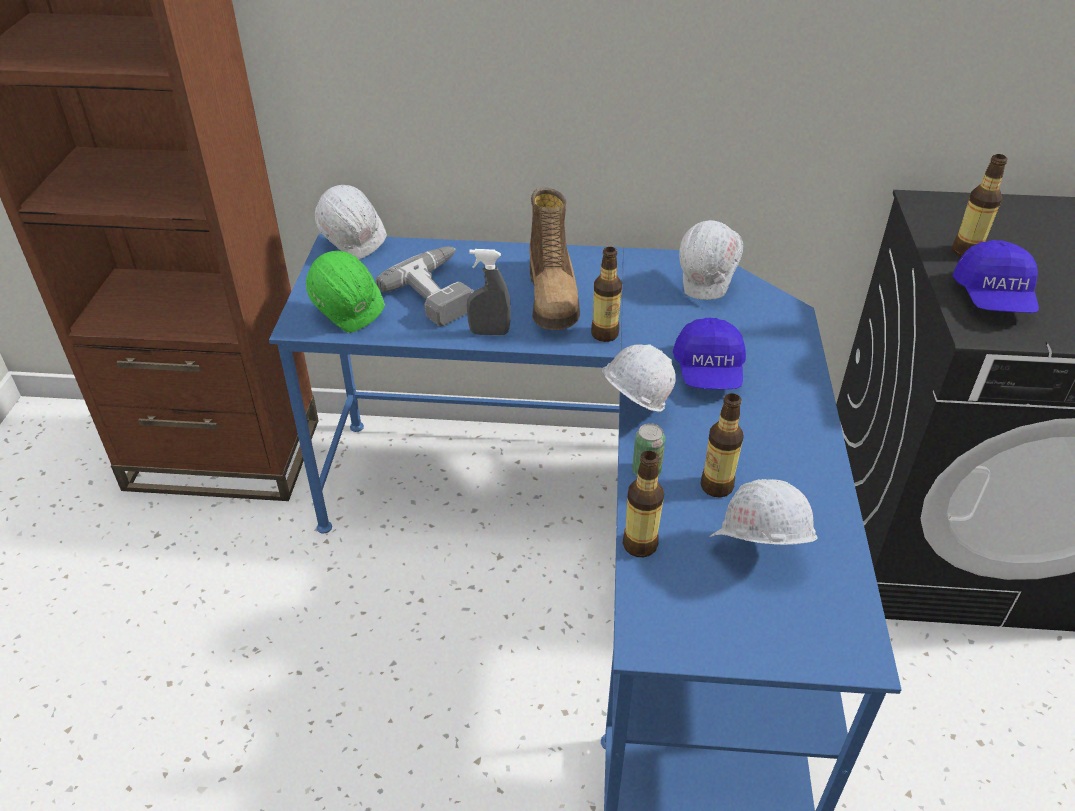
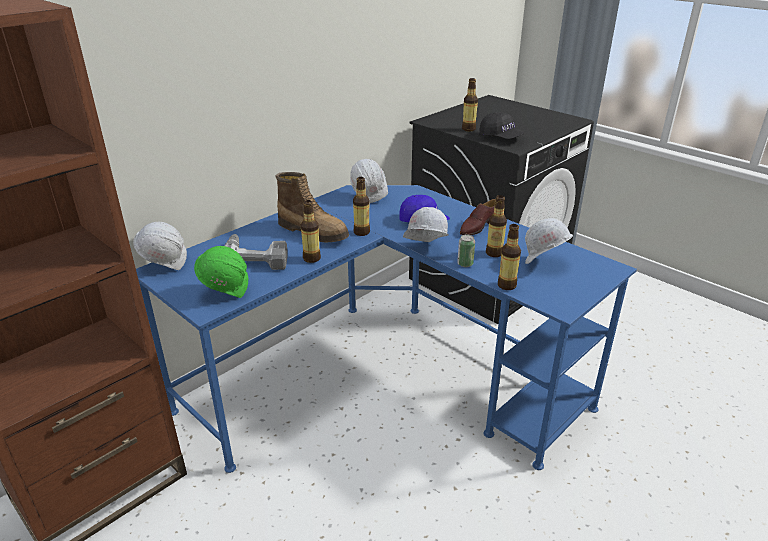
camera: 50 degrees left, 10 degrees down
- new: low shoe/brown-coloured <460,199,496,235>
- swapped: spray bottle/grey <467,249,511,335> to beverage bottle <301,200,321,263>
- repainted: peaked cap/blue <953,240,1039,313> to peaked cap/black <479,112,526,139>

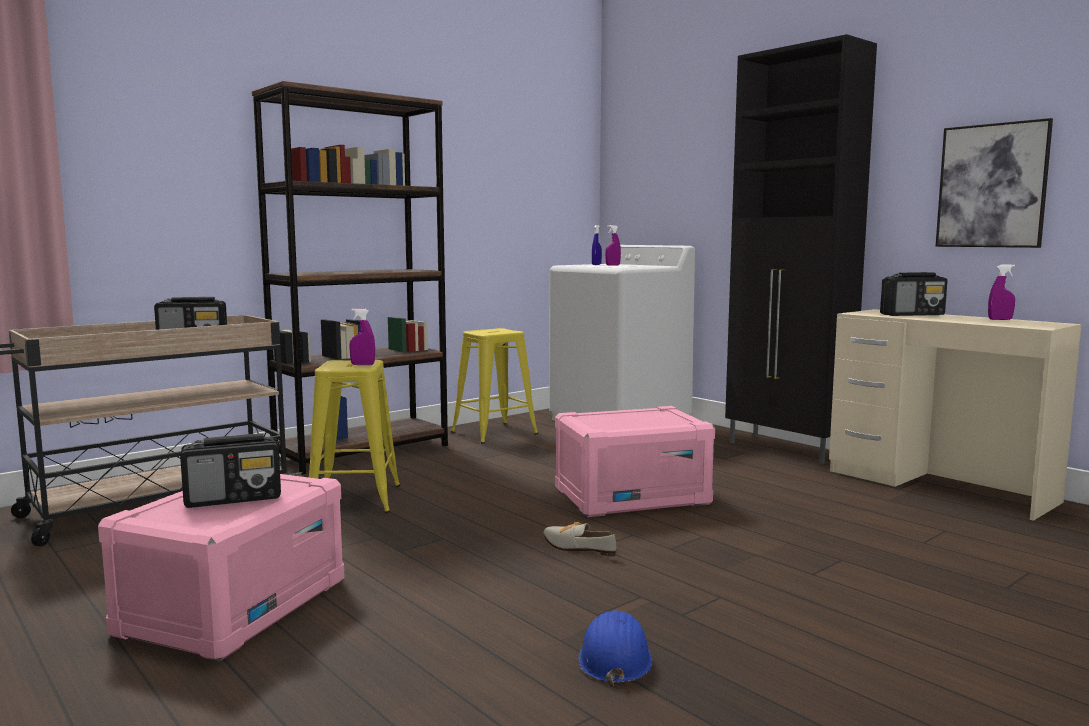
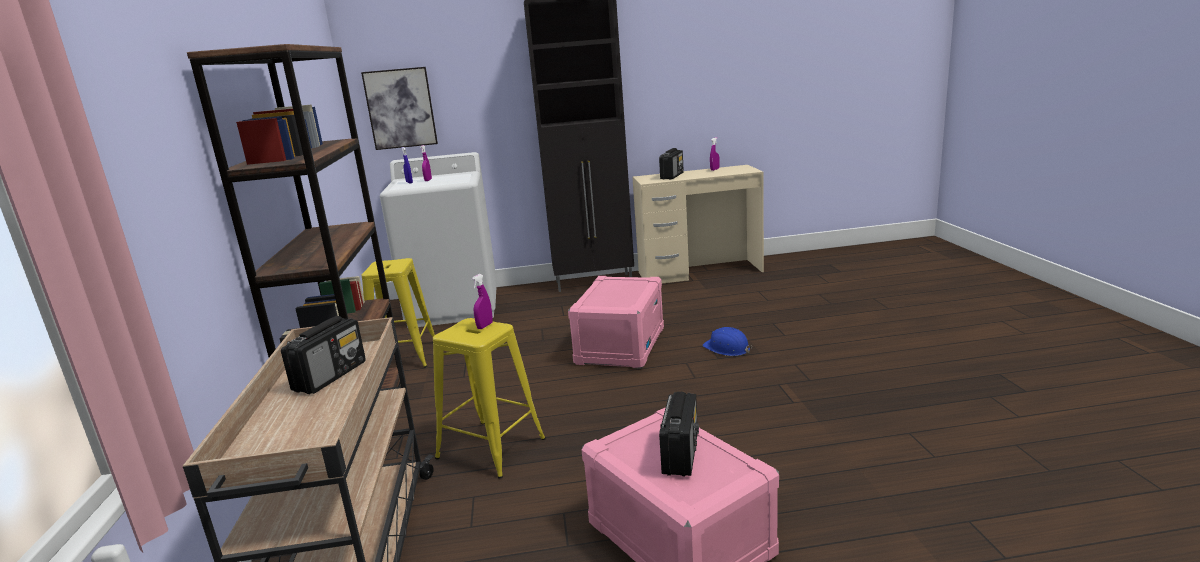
camera: 55 degrees left, 10 degrees up
- gone: low shoe <543,522,616,557>
- shifted: hard hat/blue <578,610,652,687> to <702,327,752,356>
- shifted: wall art <935,118,1053,248> to <361,67,438,150>

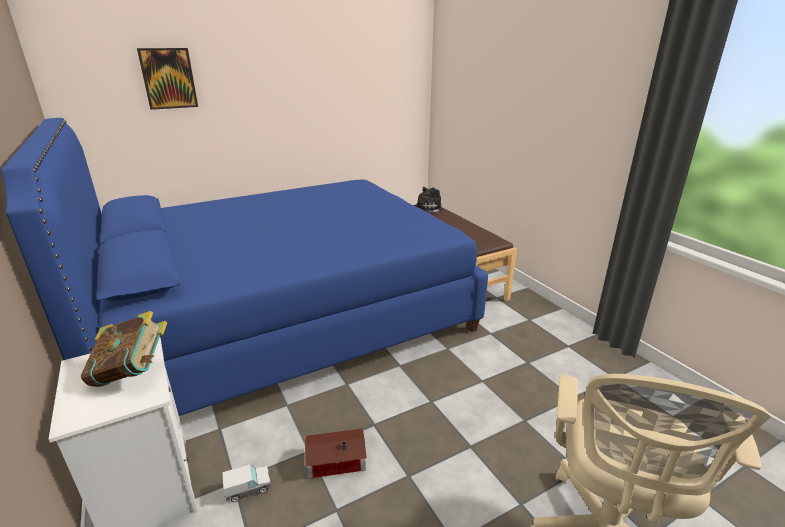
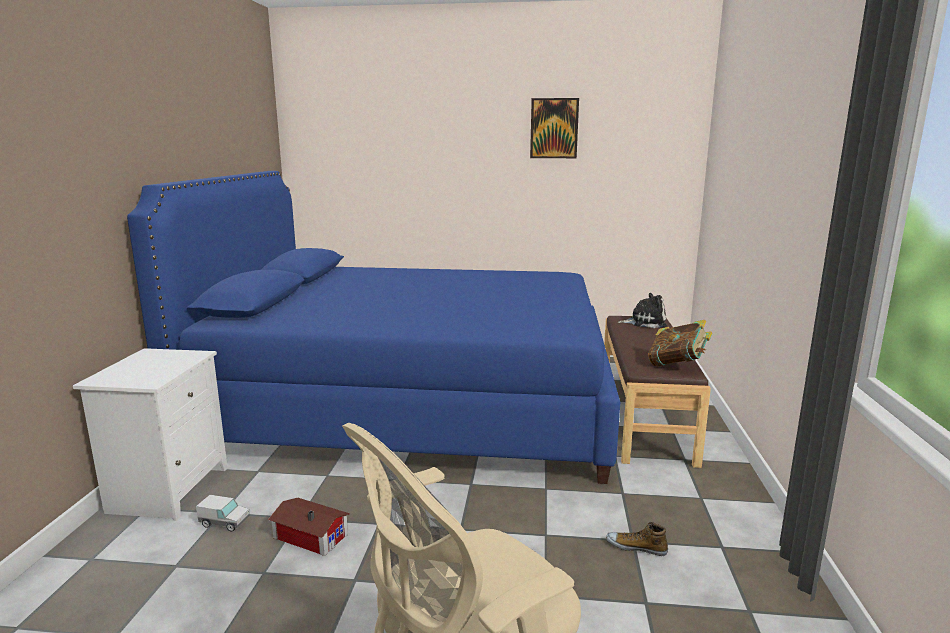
camera: 35 degrees right, 10 degrees down
- new: low shoe <606,522,668,556>
- shifted: book <81,311,167,387> to <648,320,712,366>
- shifted: wall art <137,48,198,110> to <530,98,579,158>

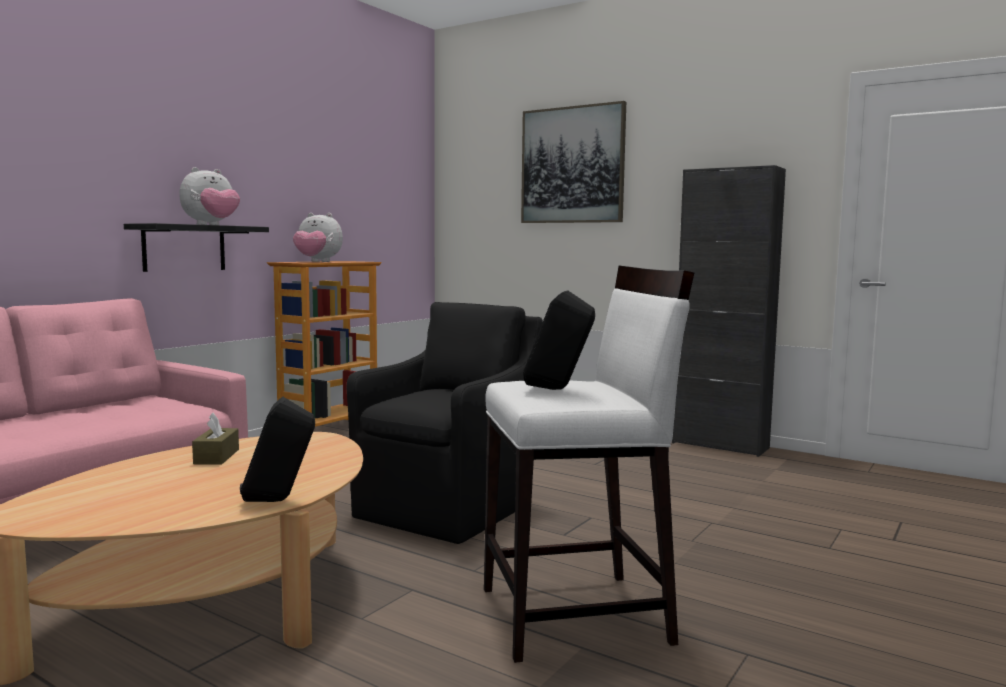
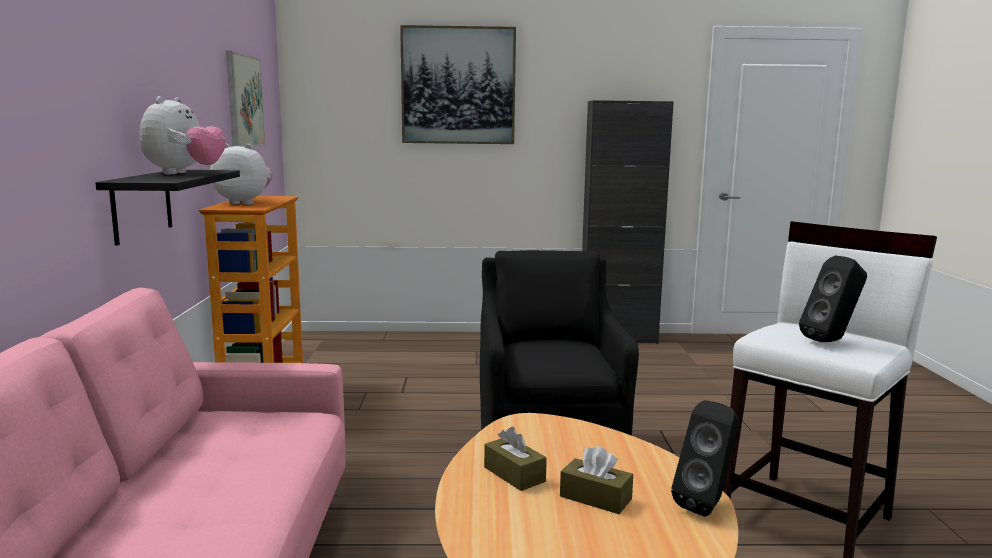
camera: 35 degrees left, 5 degrees up
- new: wall art <226,51,266,147>
- new: tissue holder/brown-coloured <560,446,633,514>
- rotated: soft toy <293,213,343,262> = <210,143,272,205> 150 degrees counterclockwise

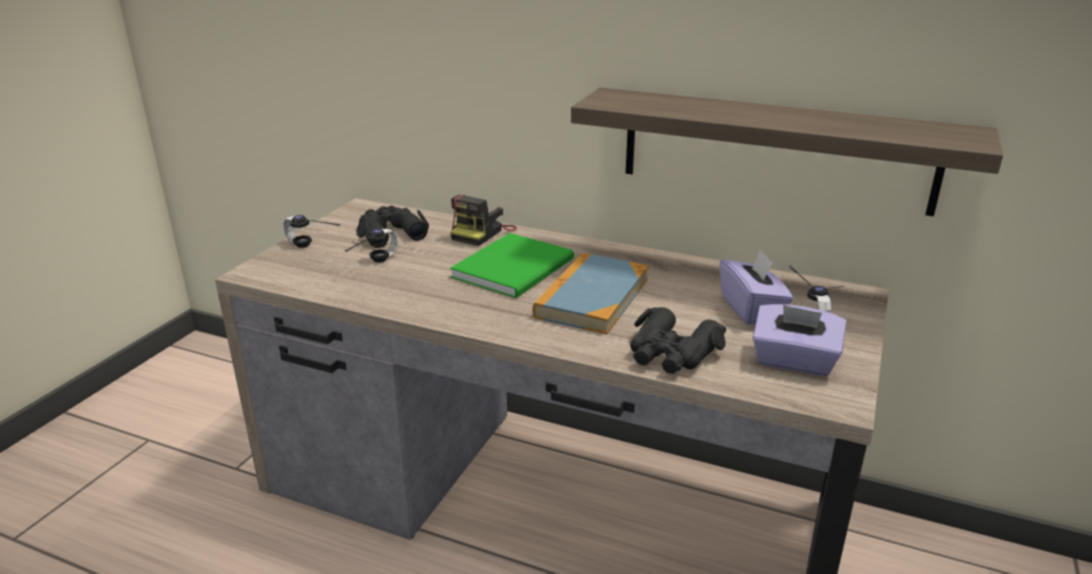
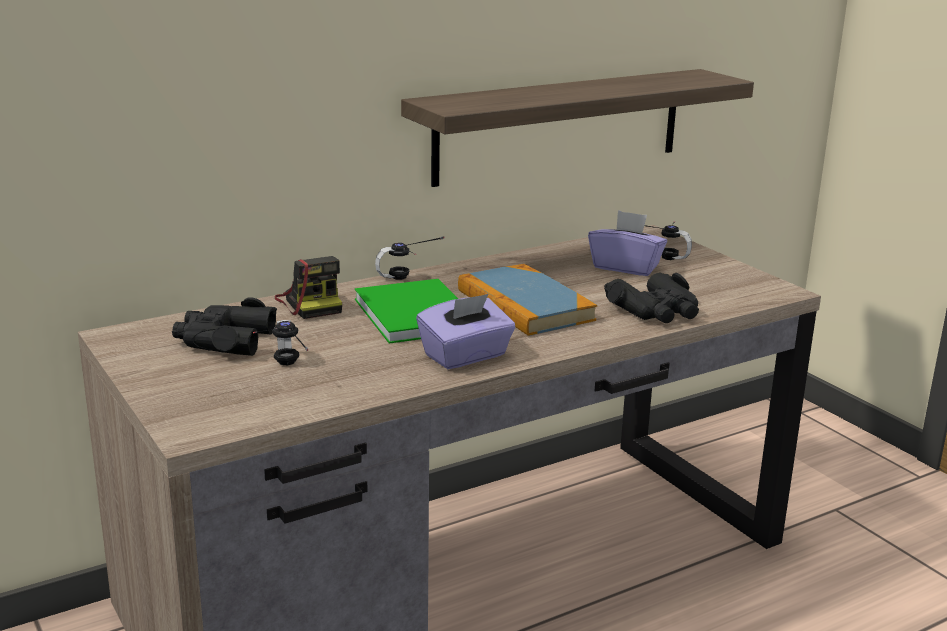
camera: 55 degrees left, 5 degrees down
- shifted: headset <283,215,341,248> to <375,236,445,280>
- shifted: tissue holder/purple <753,304,846,376> to <416,294,515,369>

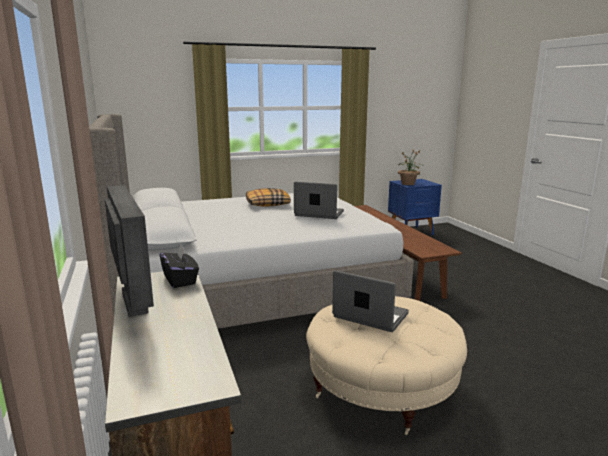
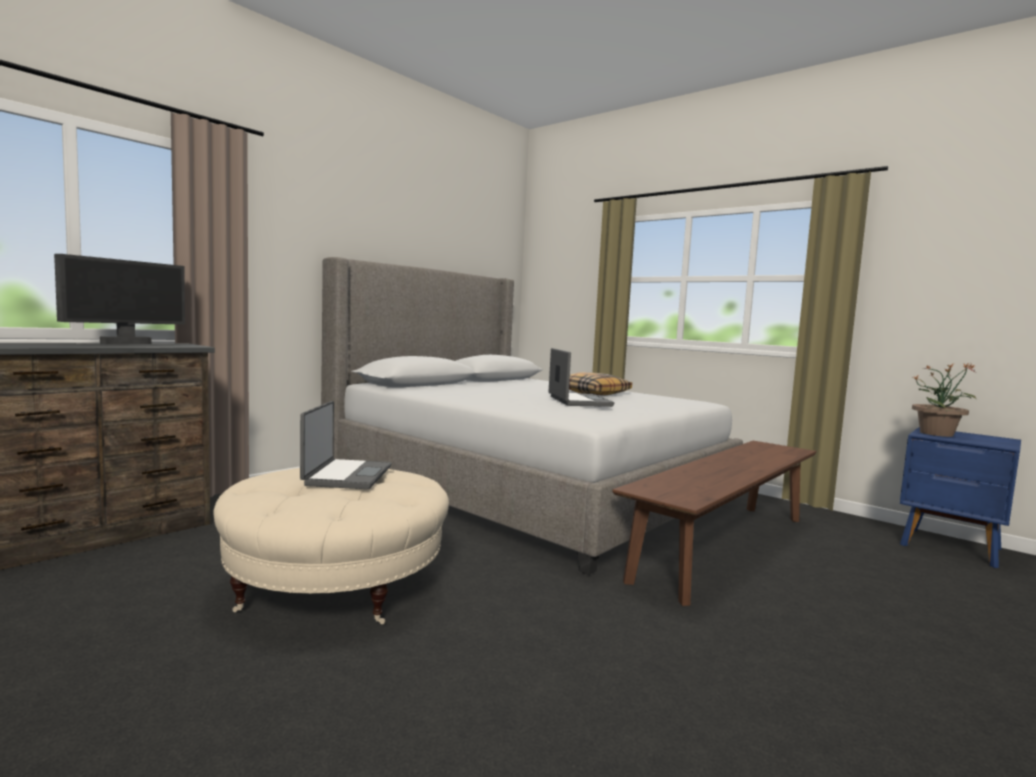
camera: 60 degrees right, 10 degrees down
- gone: tissue holder/black <160,244,199,288>

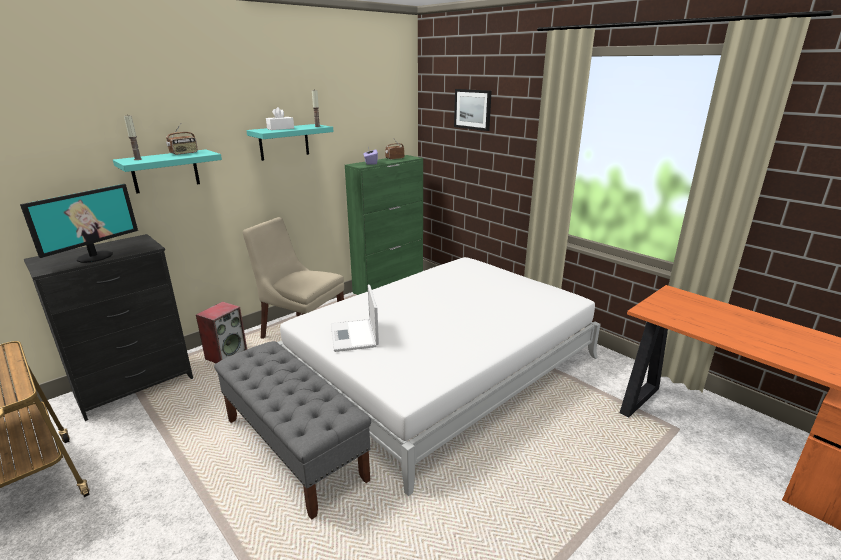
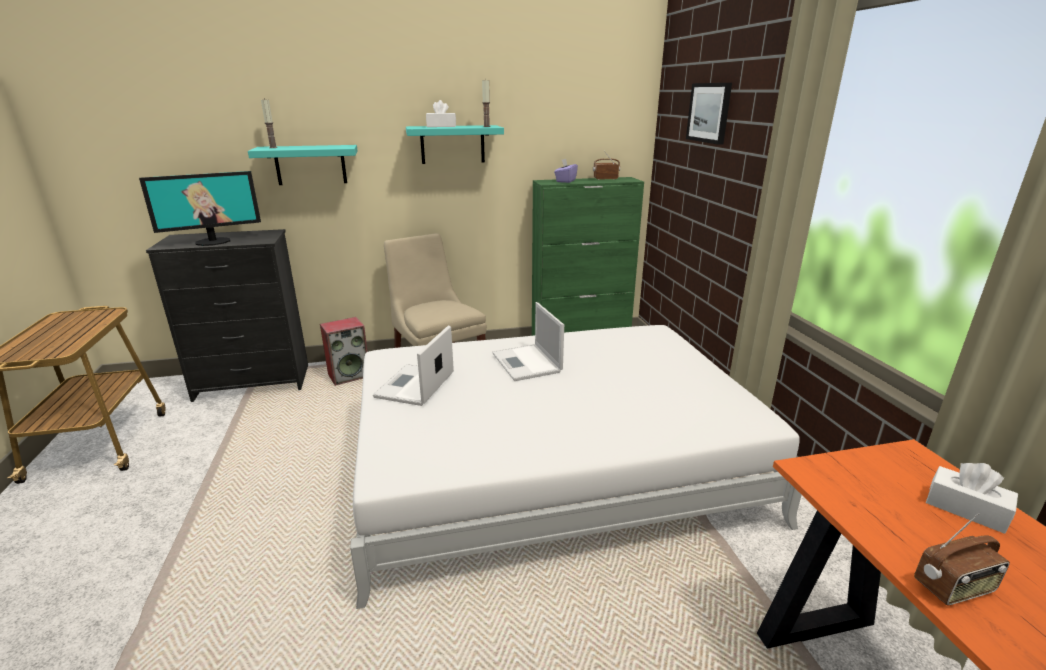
camera: 30 degrees right, 0 degrees up
- gone: indoor bench/grey <214,341,371,520>
- new: portable computer <492,302,564,381>
- new: tissue holder/white <926,463,1018,534>
- shifted: radio <166,124,198,155> to <914,513,1010,606>

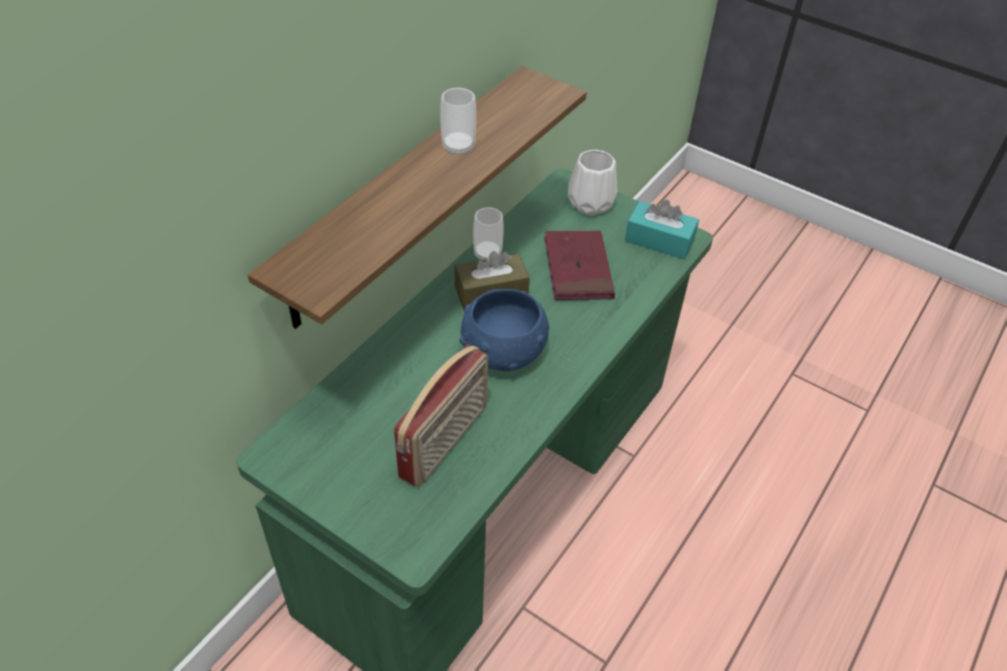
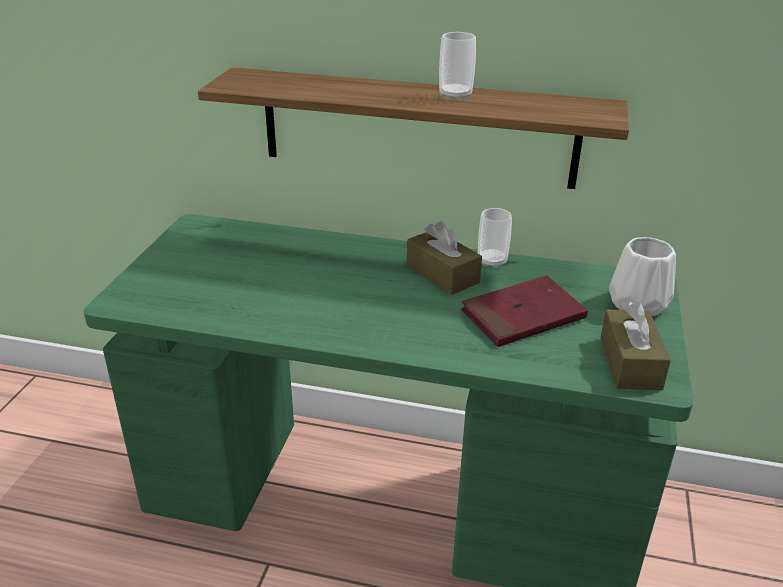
camera: 70 degrees right, 15 degrees down
- gone: radio <394,345,488,487>
- gone: bowl/blue <460,289,550,371>
- repainted: tissue holder/turquoise-coloured <625,200,699,260> to tissue holder/brown-coloured <601,302,671,390>

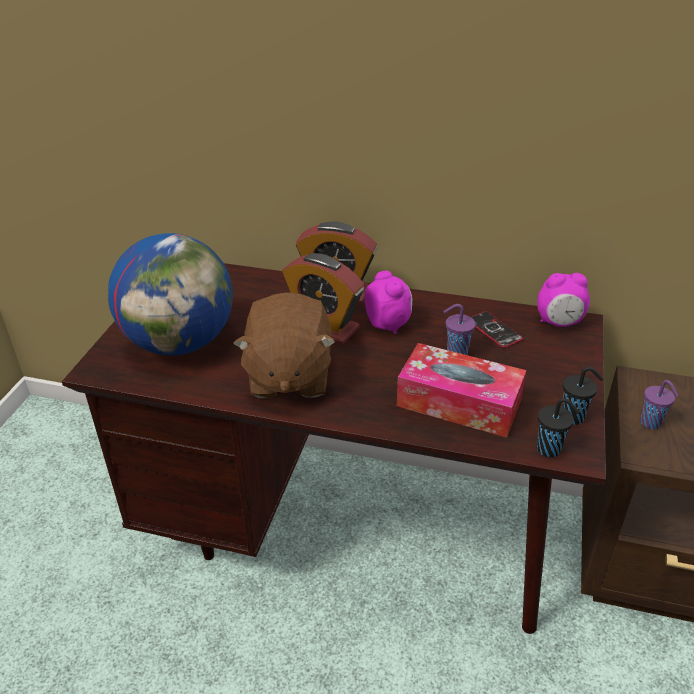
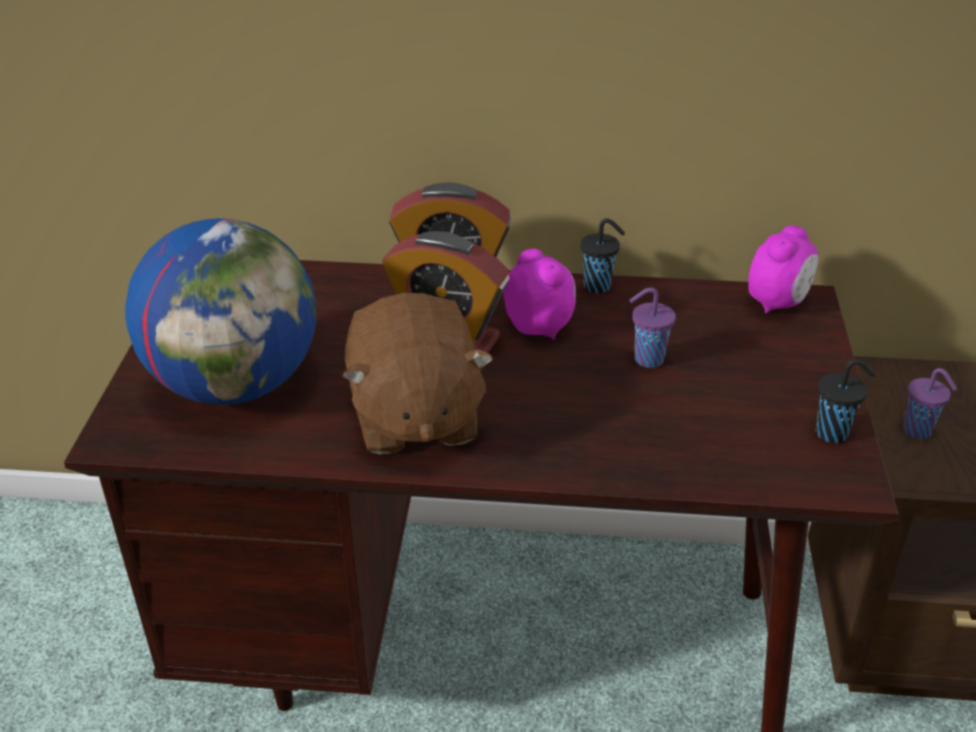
camera: 10 degrees left, 0 degrees up
- gone: tissue holder <397,343,527,438>
- gone: handset <471,311,523,348>
- shifted: cup/black <537,398,580,457> to <581,218,625,293>
- rotated: table clock <537,273,590,327> = <748,225,819,314> 45 degrees counterclockwise

